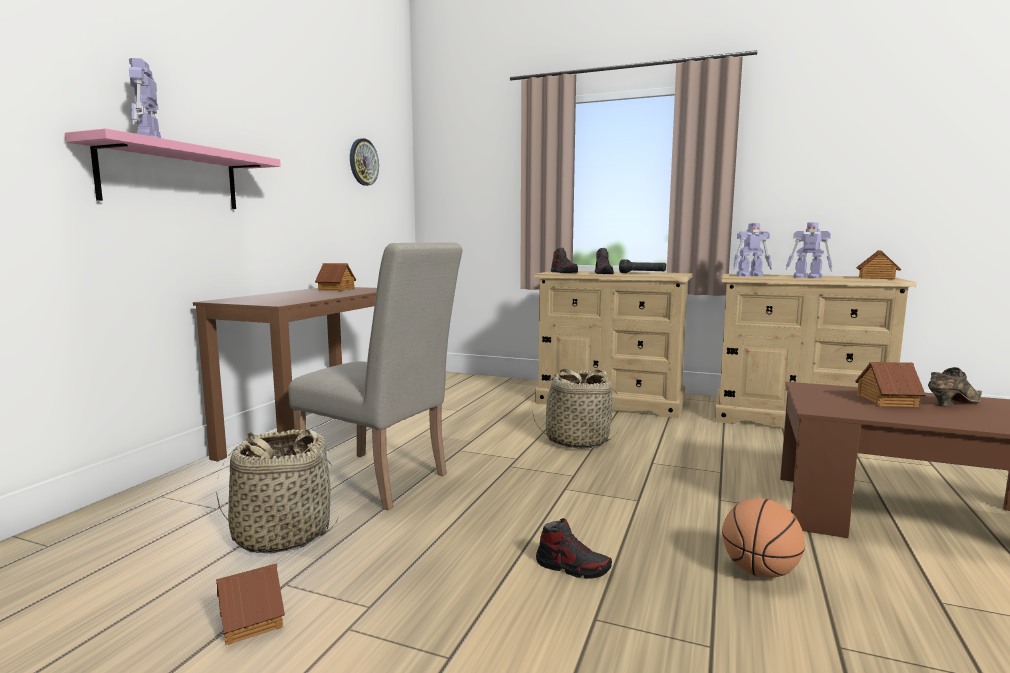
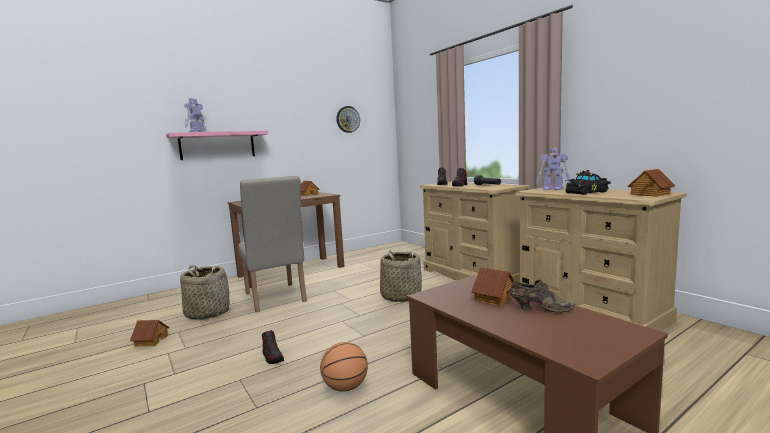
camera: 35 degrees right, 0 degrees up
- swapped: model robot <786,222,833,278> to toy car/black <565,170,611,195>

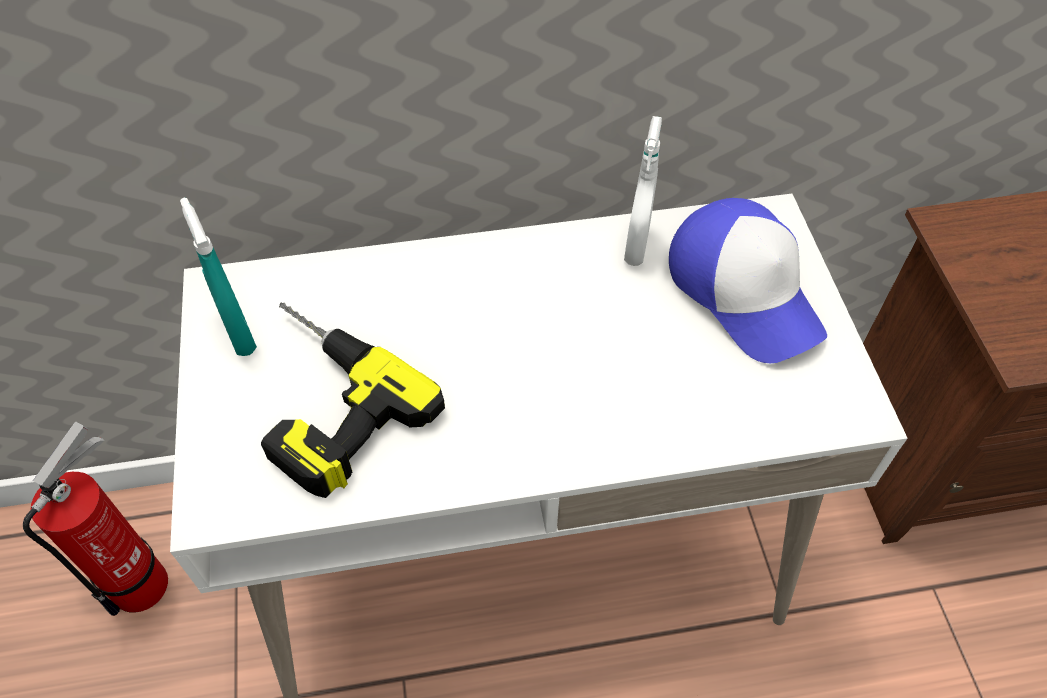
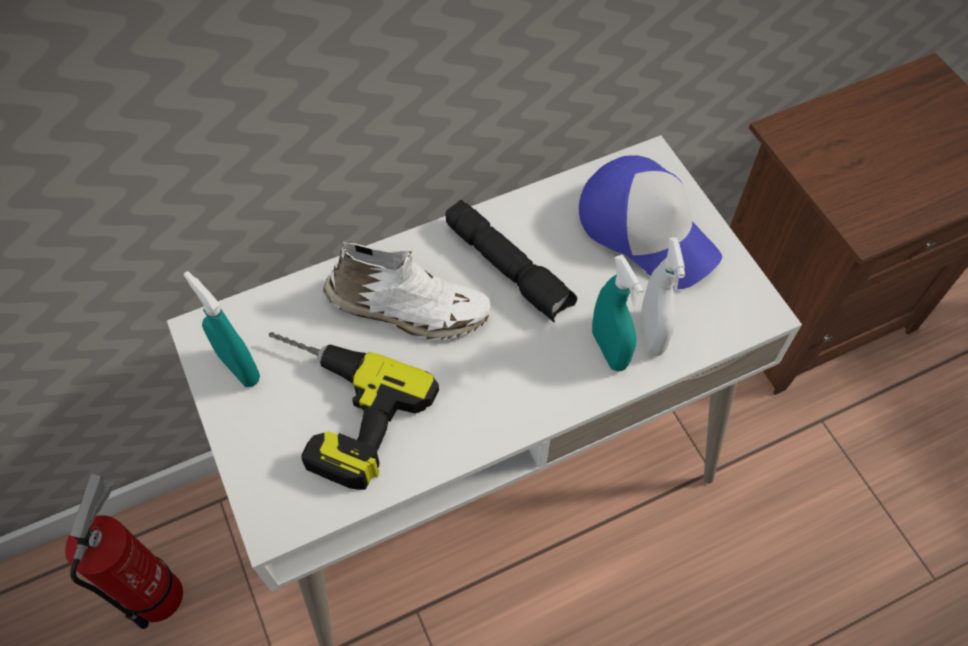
camera: 15 degrees left, 5 degrees up
- new: low shoe/white <323,242,491,340>
- new: flashlight/black <446,200,577,322>
- new: spray bottle/turquoise-coloured <592,255,644,372>
- shifted: spray bottle/white <624,116,662,266> to <641,237,685,356>

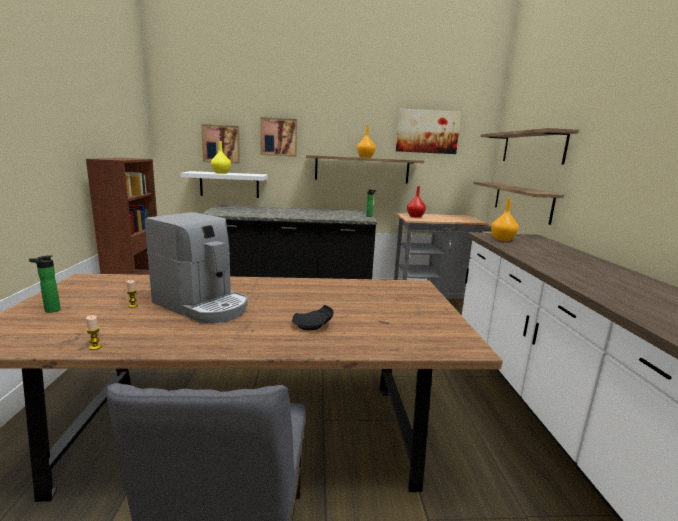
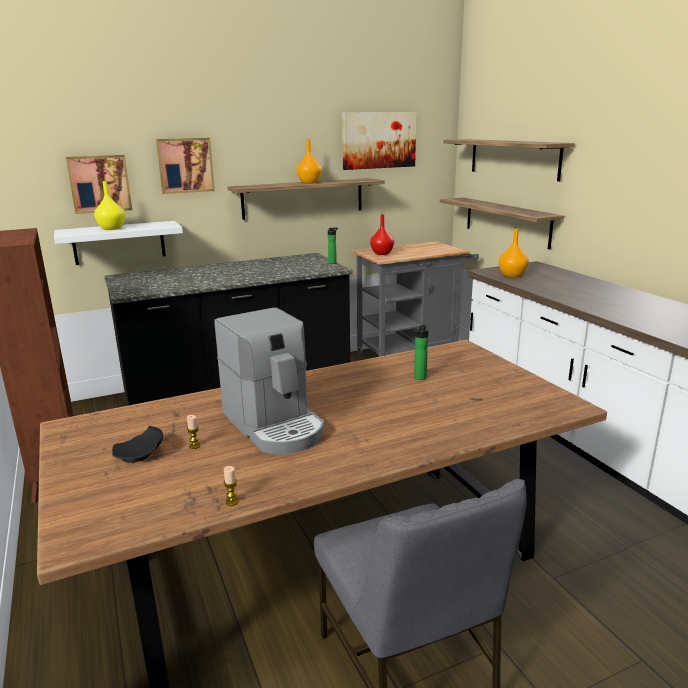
camera: 20 degrees left, 5 degrees up
- shifted: beverage bottle <29,255,61,313> to <414,325,428,380>
- shifted: dinner plate/black <292,305,334,330> to <112,426,163,463>
- rotated: coffee maker <145,212,247,323> = <214,307,324,454> 45 degrees clockwise

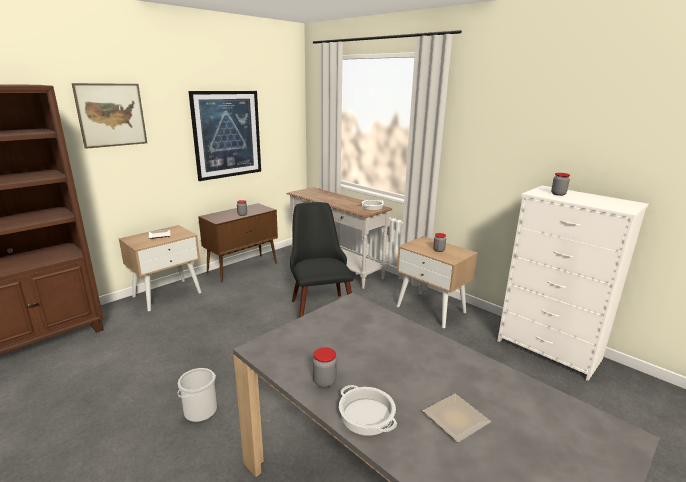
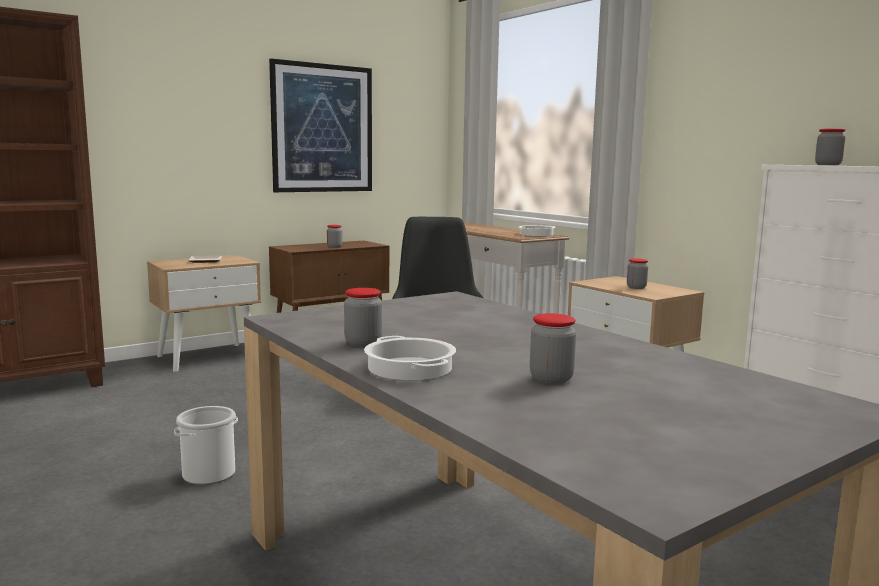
camera: 10 degrees right, 10 degrees down
- gone: wall art <72,83,147,149>
- swapped: dinner plate <423,393,491,443> to jar <530,313,576,384>

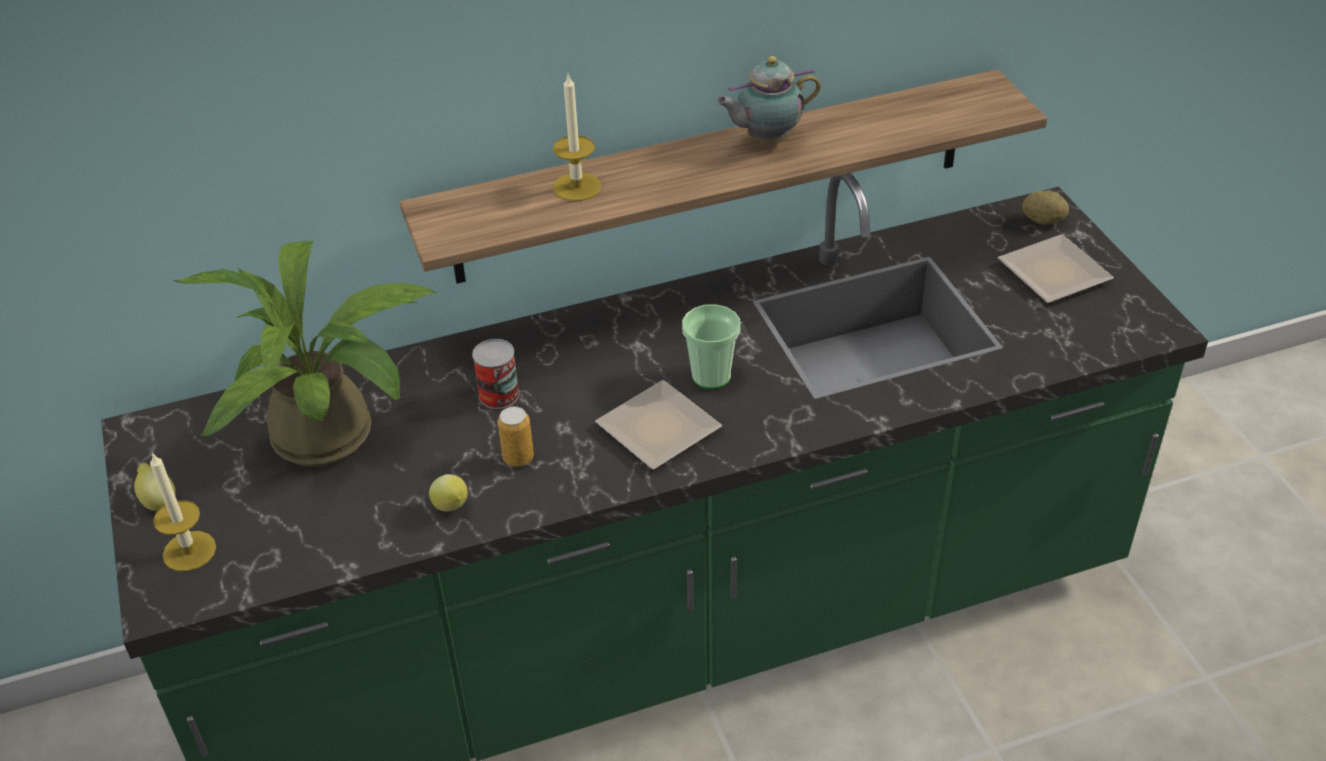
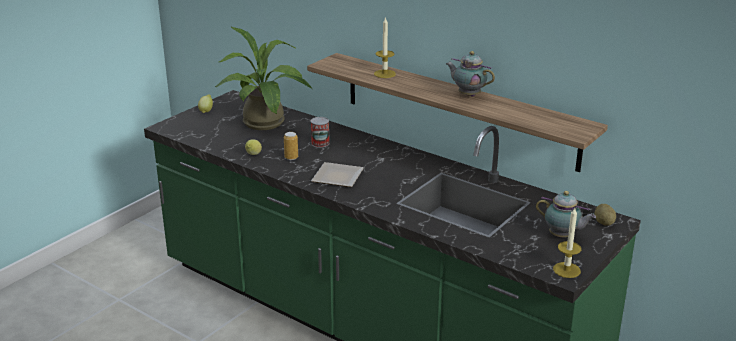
camera: 55 degrees right, 15 degrees down
- gone: cup <682,304,741,389>
- shifted: candle <150,452,216,571> to <553,208,582,278>
- swapped: dinner plate <998,234,1114,303> to teapot <536,191,596,237>

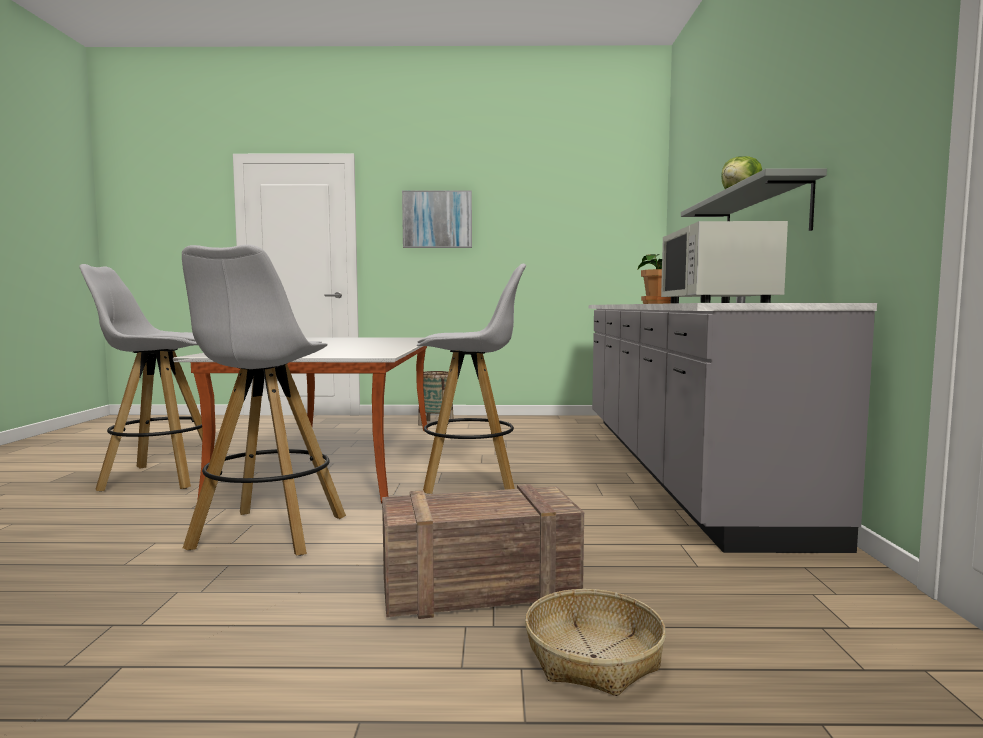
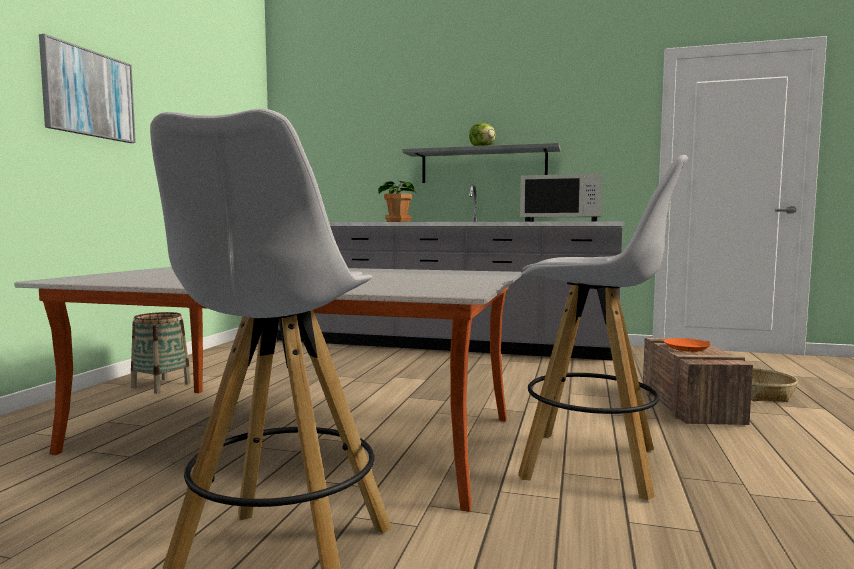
camera: 75 degrees left, 0 degrees up
- gone: stool seat/white <417,264,526,494>
- new: dinner plate/orangey <664,338,711,352>

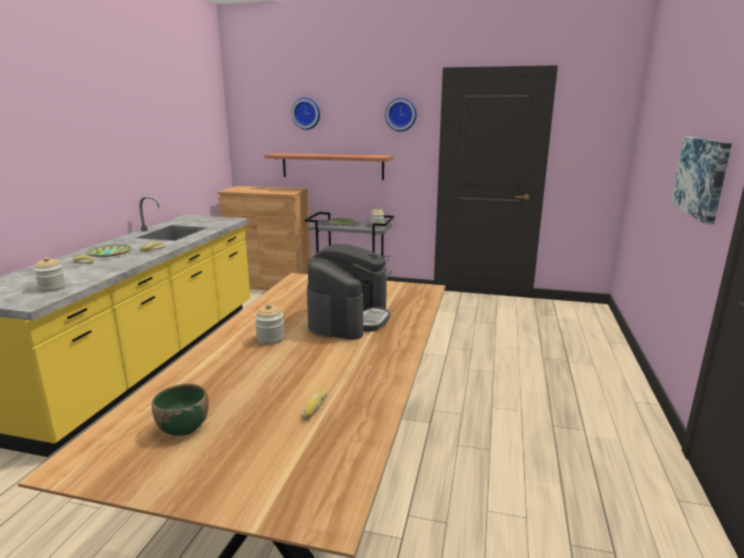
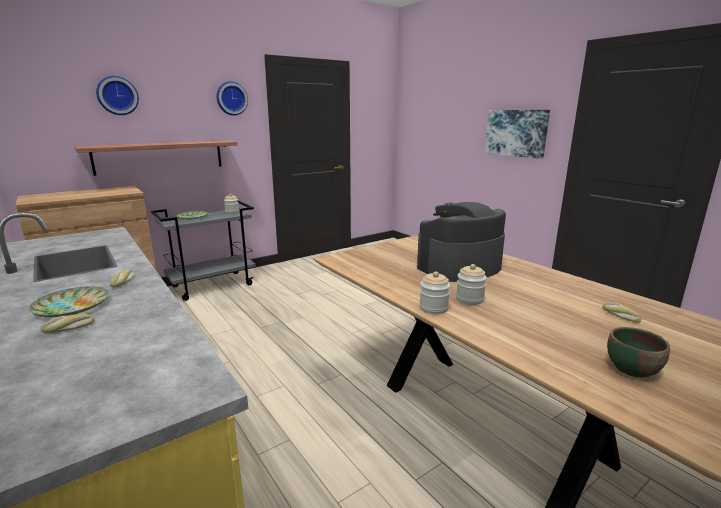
camera: 50 degrees left, 0 degrees up
- shifted: jar <34,257,66,292> to <419,271,450,314>
- rotated: coffee maker <307,244,390,340> = <417,202,506,282> 90 degrees counterclockwise

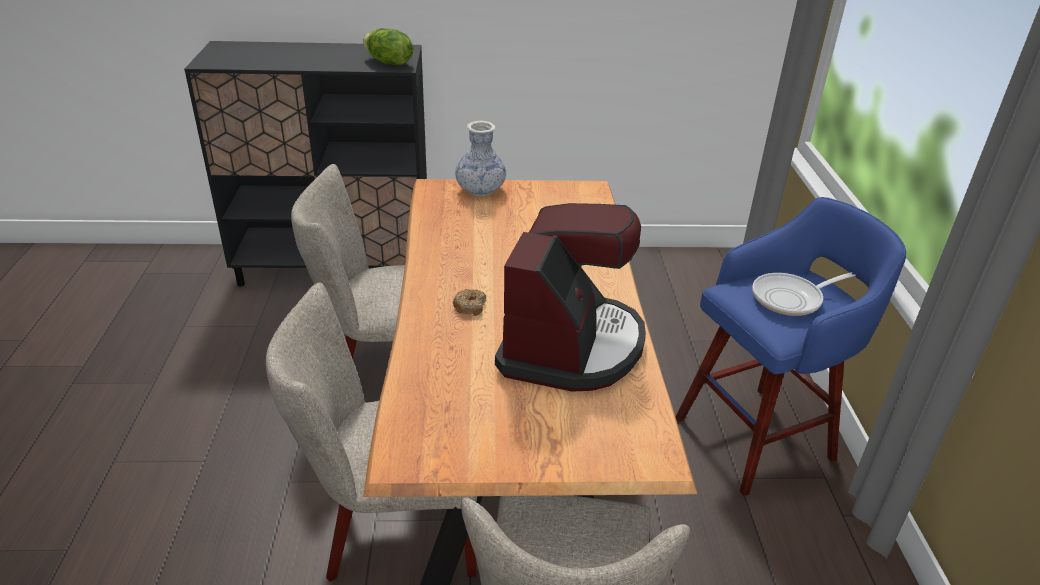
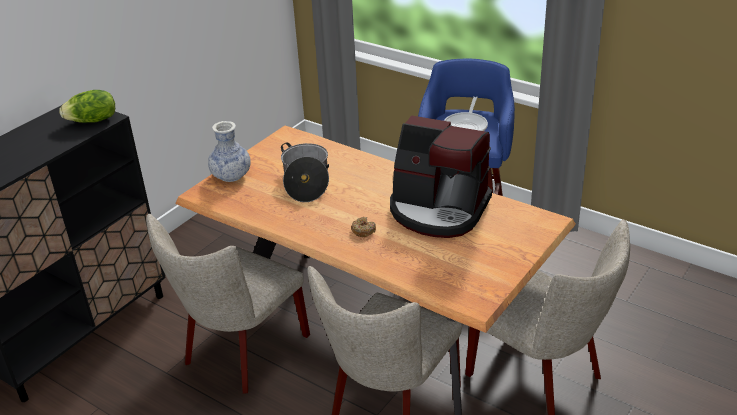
camera: 50 degrees left, 0 degrees up
- new: cooking pot <281,142,329,202>
- rotated: coffee maker <495,203,646,392> = <390,115,492,238> 150 degrees clockwise

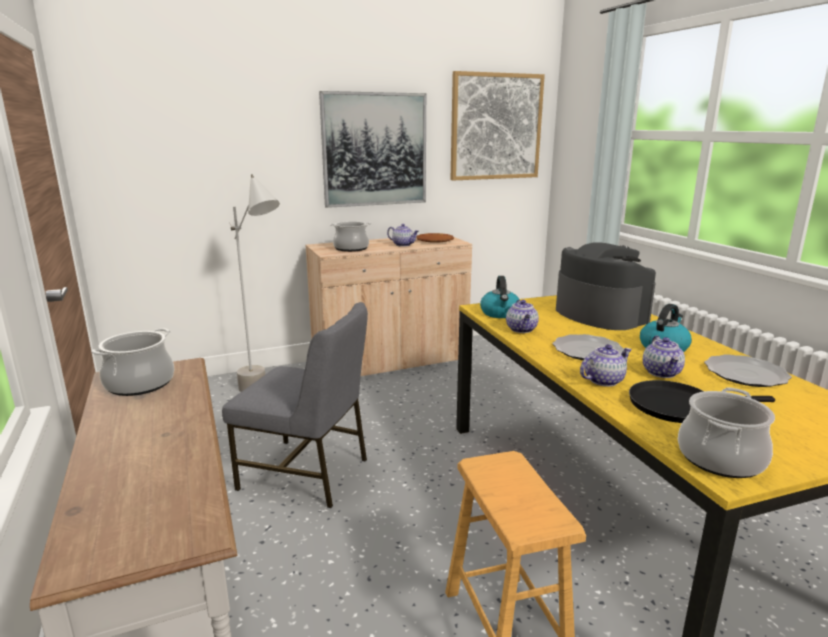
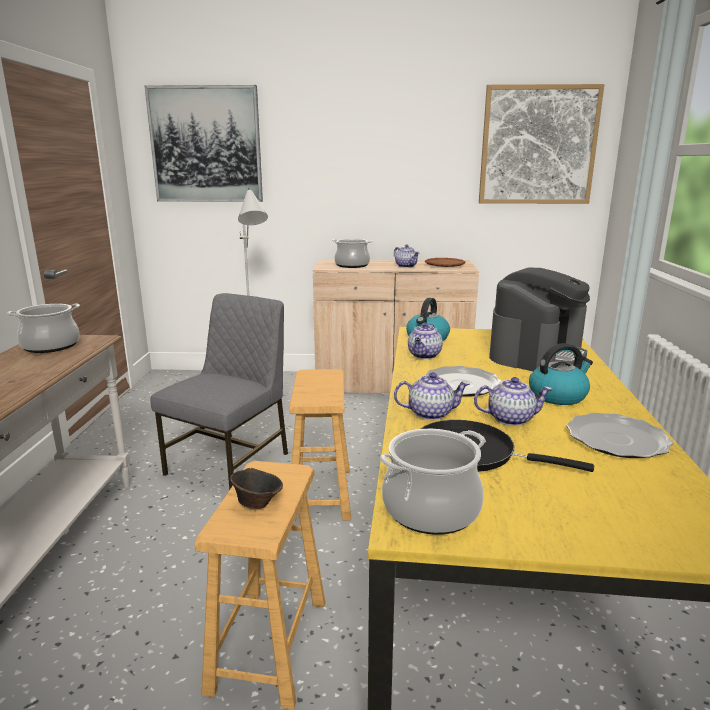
camera: 25 degrees right, 0 degrees up
- new: bowl/brown-coloured <230,468,283,509>
- new: stool seat/brown-coloured <289,369,351,521>
- shifted: wall art <319,91,426,208> to <145,85,263,202>
- rotated: upright chair/grey <222,302,368,508> = <151,293,288,490> 105 degrees counterclockwise
- rotated: coffee maker <556,242,656,330> = <489,267,590,371> 45 degrees clockwise
- rotated: teapot <643,335,685,378> = <474,377,553,426> 120 degrees counterclockwise

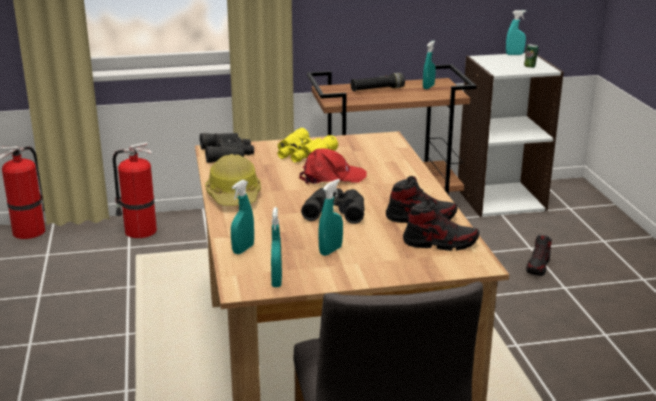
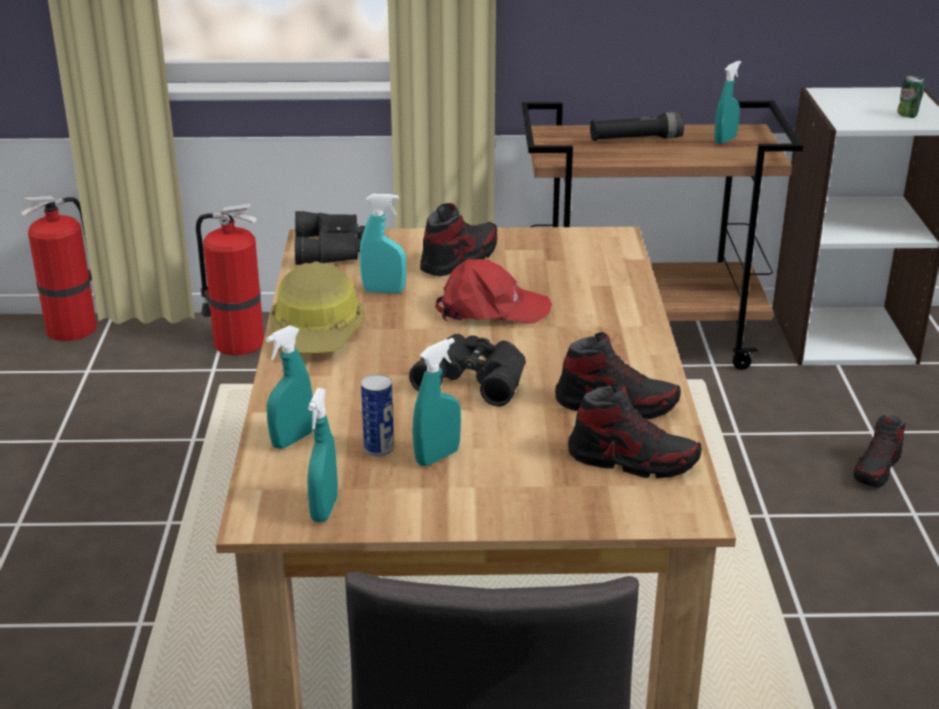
camera: 10 degrees right, 5 degrees up
- new: can <361,374,394,457>
- shifted: spray bottle/turquoise-coloured <506,10,526,55> to <360,194,406,294>
- swapped: pair of binoculars/yellow <277,128,338,163> to low shoe <420,203,497,276>

